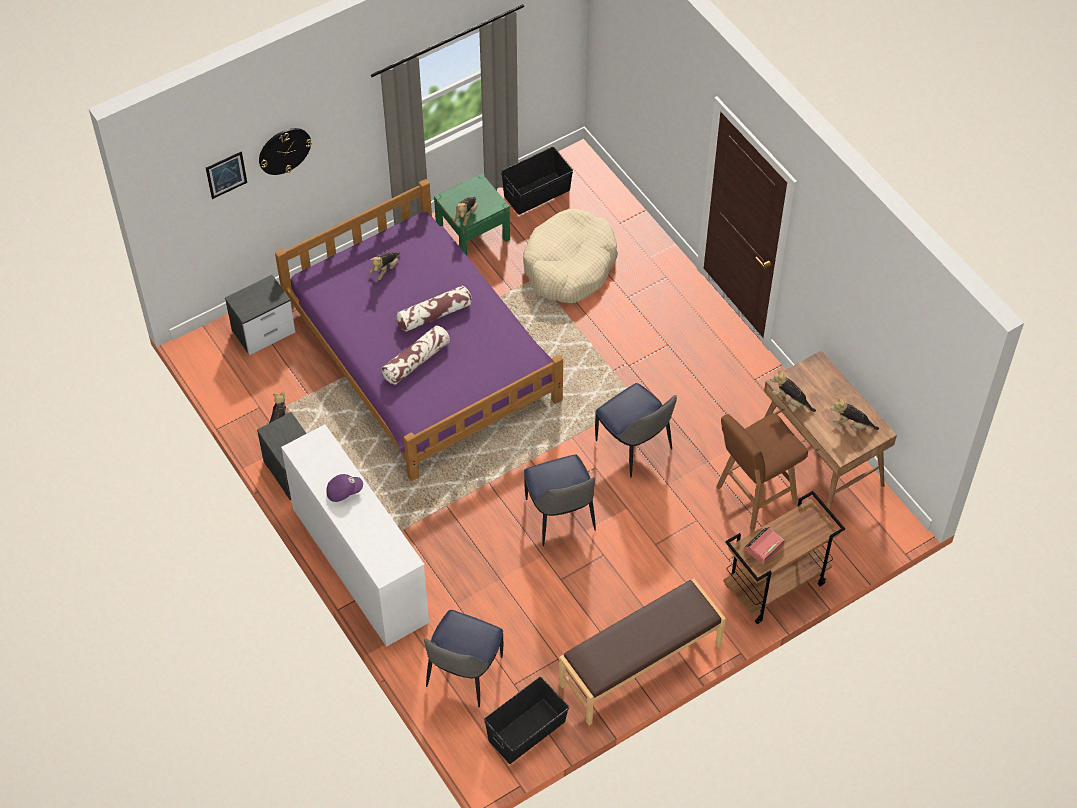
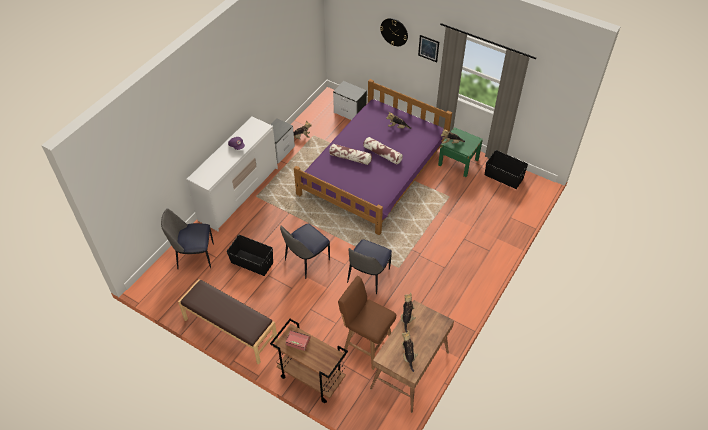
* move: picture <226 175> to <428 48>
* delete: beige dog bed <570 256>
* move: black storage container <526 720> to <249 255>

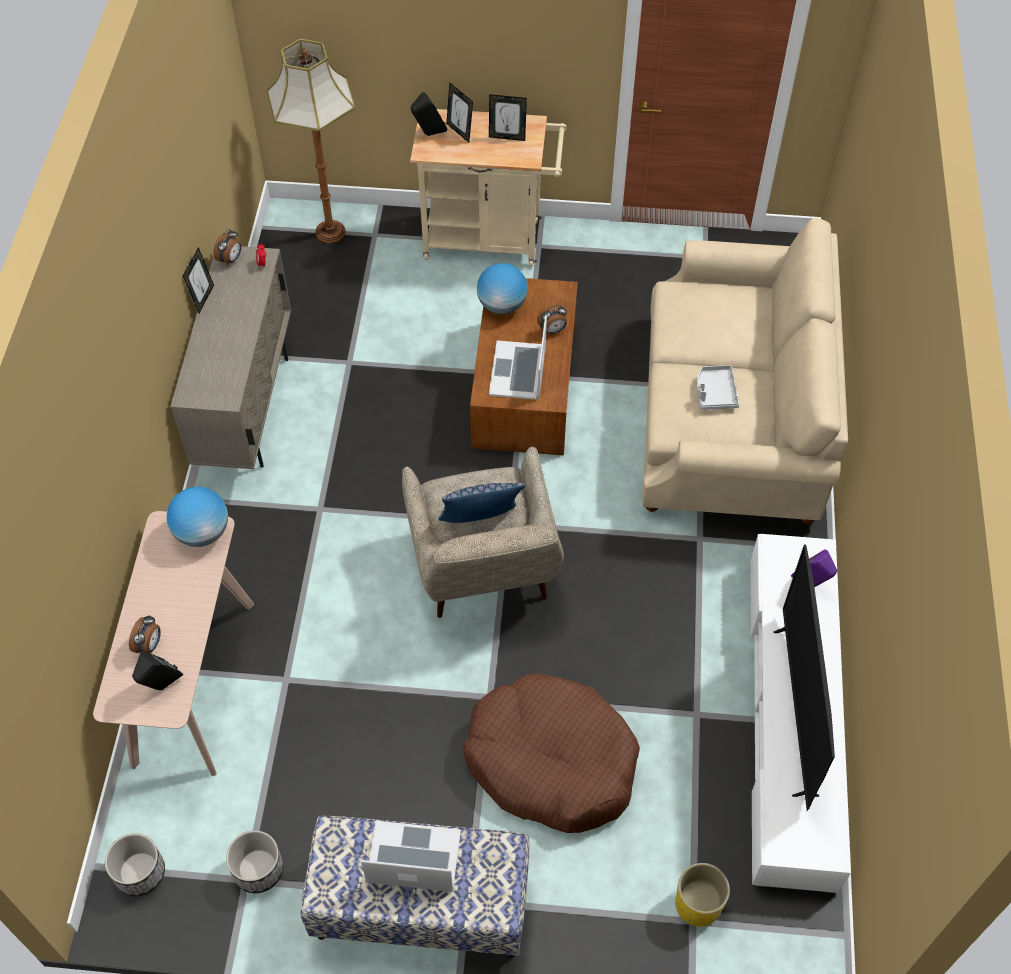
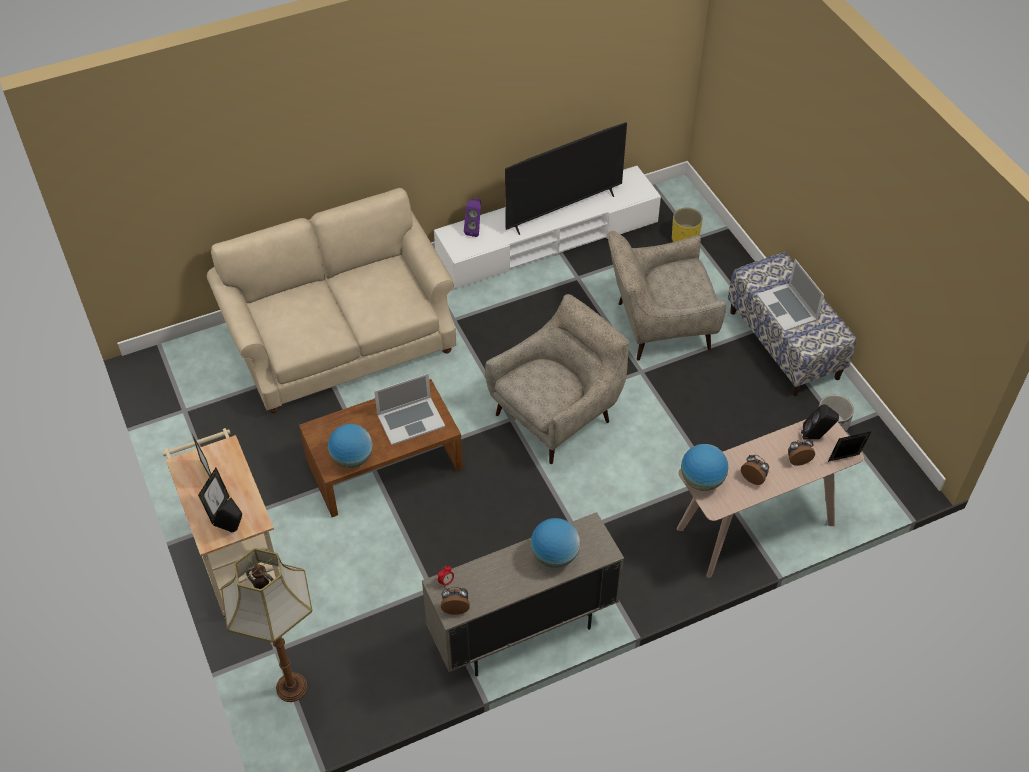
* move: picture frame <198 280> to <849 447>
* move: bedside clock <552 319> to <755 470>
* delete: grey serving tray <718 387>
* delete: throw pillow <481 503>
* replace: brown dog bed <551 753> to beige lounge chair <667 296>
* delete: planter <135 864>
* insert: world globe <555 543>

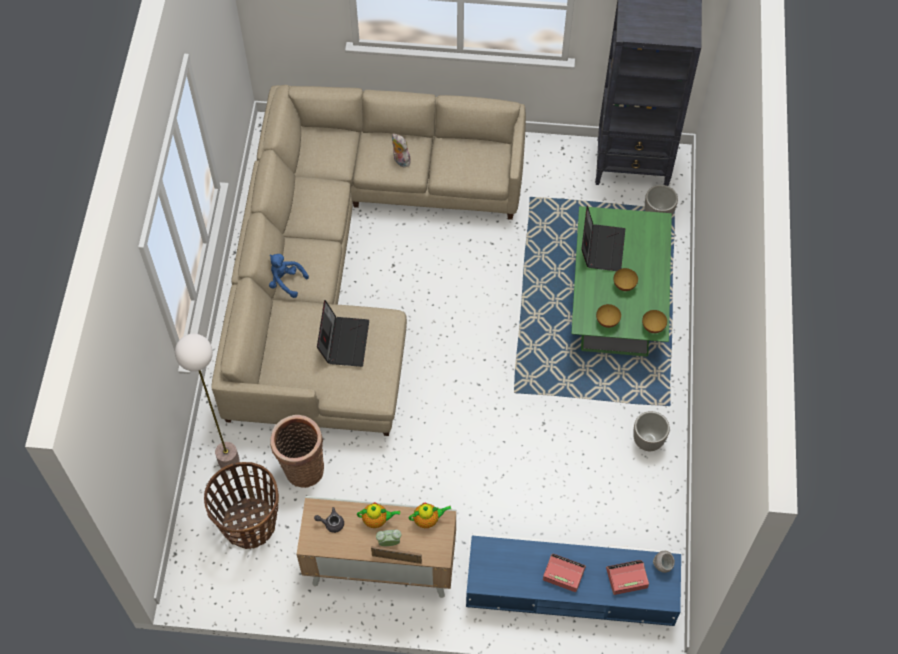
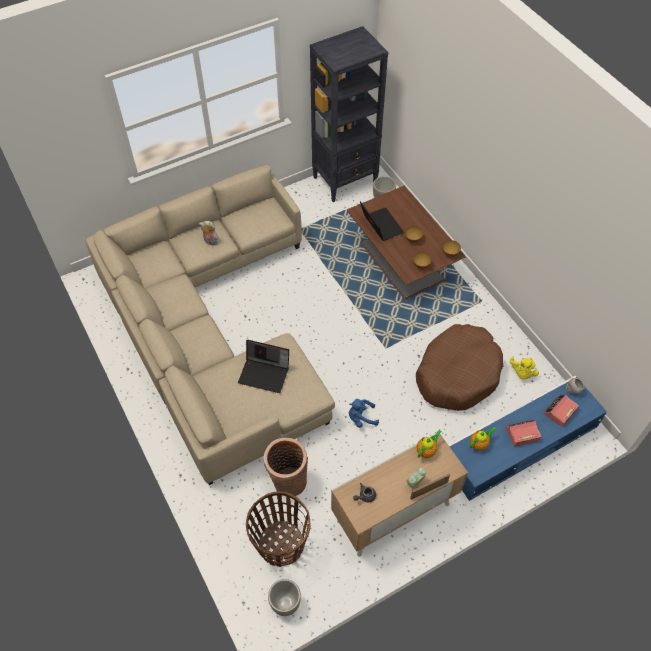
* recolor: green low table <621 281> to brown low table <406 243>
* move: bluish soft toy <289 276> to <364 413>
* rotate: laptop <343 333> = <263 366> 135 degrees clockwise
* delete: standing lamp <207 402>
* move: planter <651 431> to <284 597>
* move: teapot <378 515> to <483 439>
* insert: brown dog bed <459 367>
* insert: yellow-coloured soft toy <524 367>

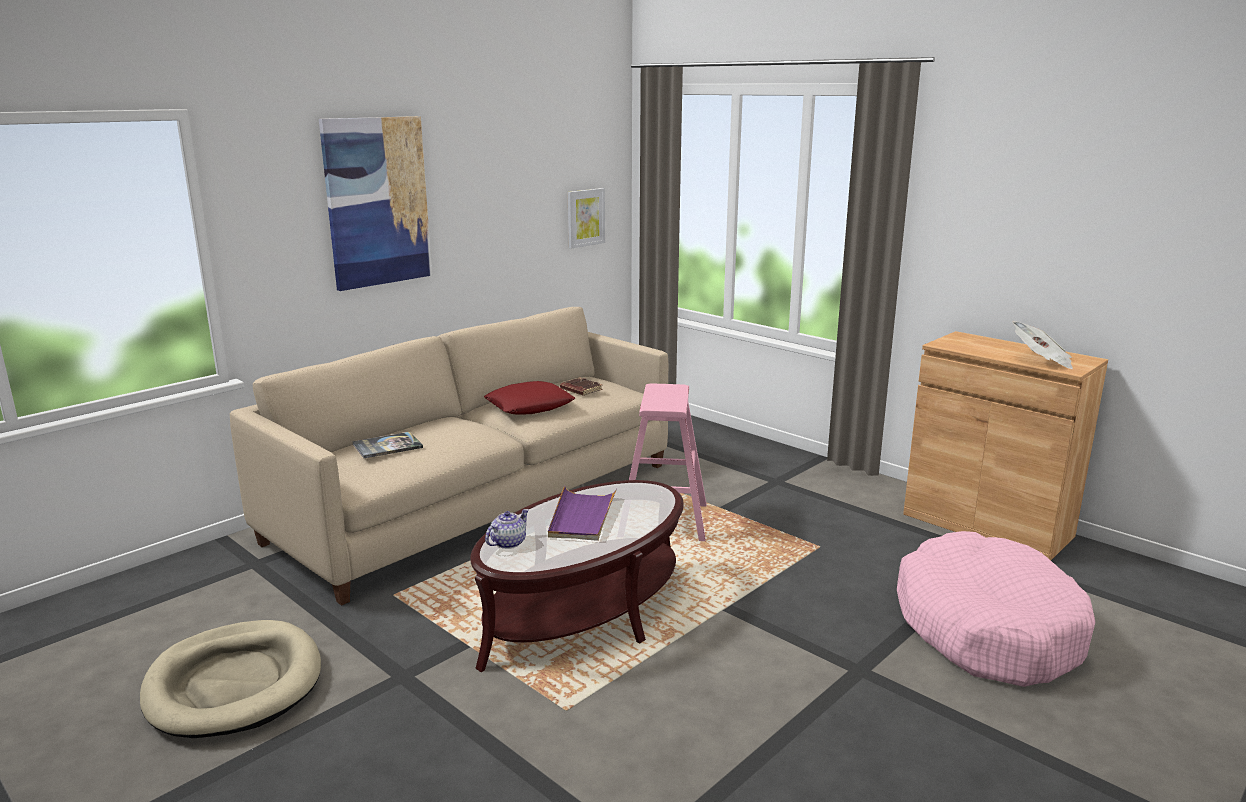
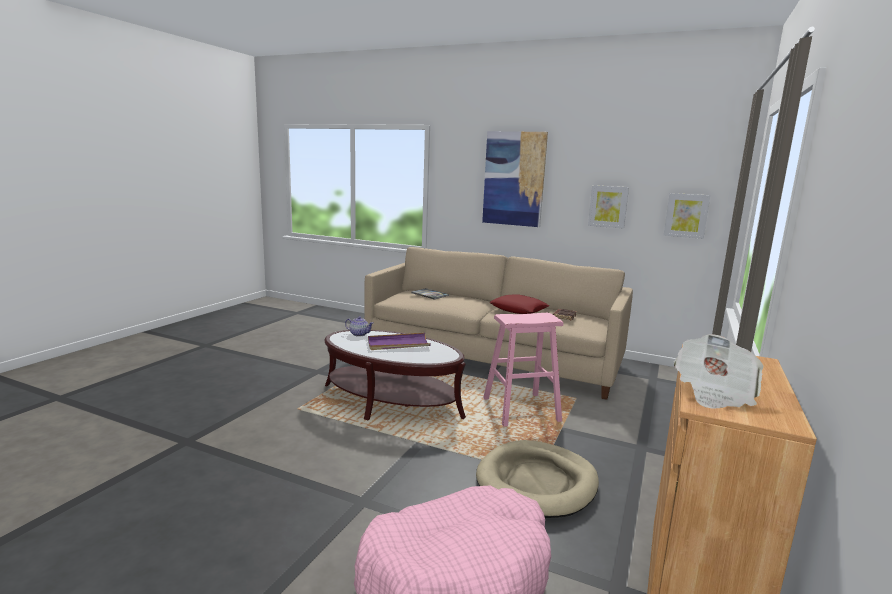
* move: beige dog bed <230 679> to <537 479>
* insert: picture <608 207>

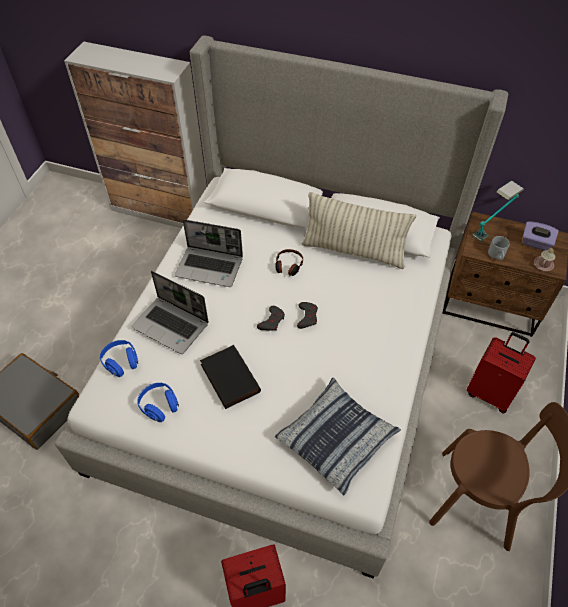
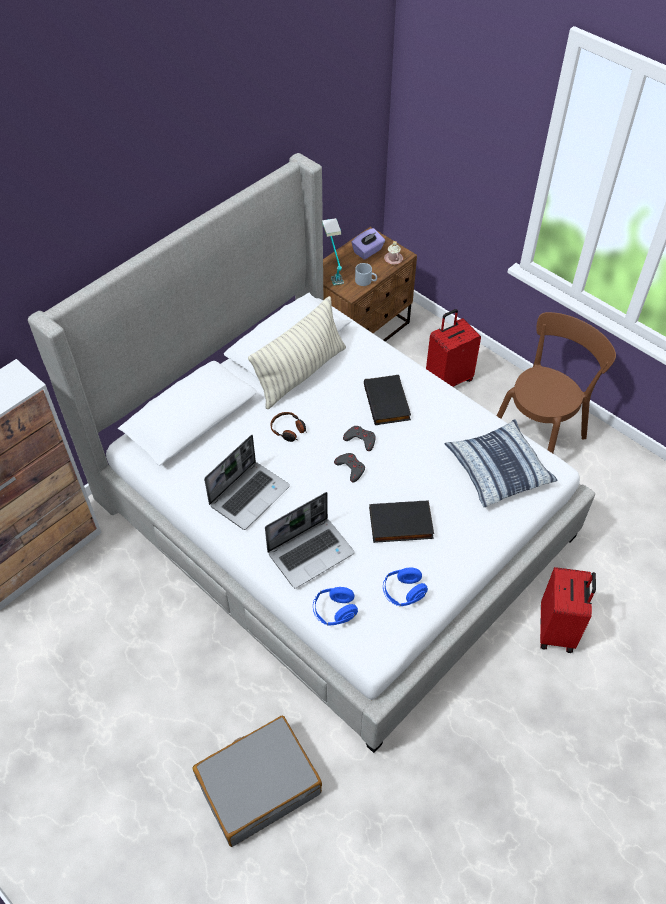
* insert: black volume <387 400>

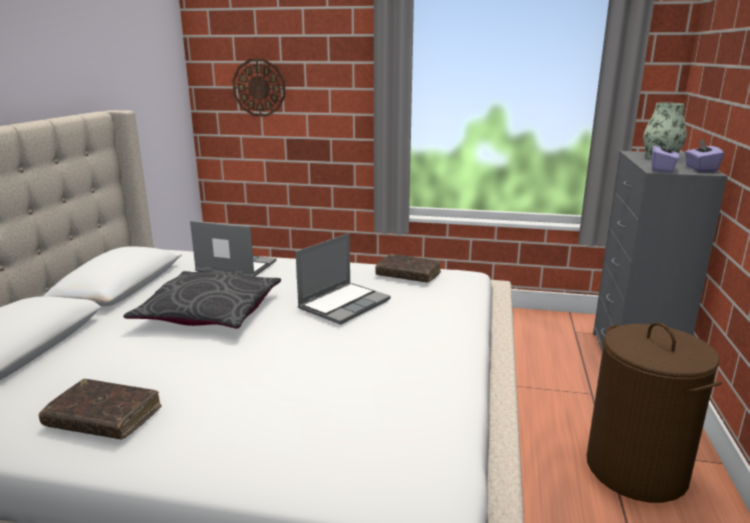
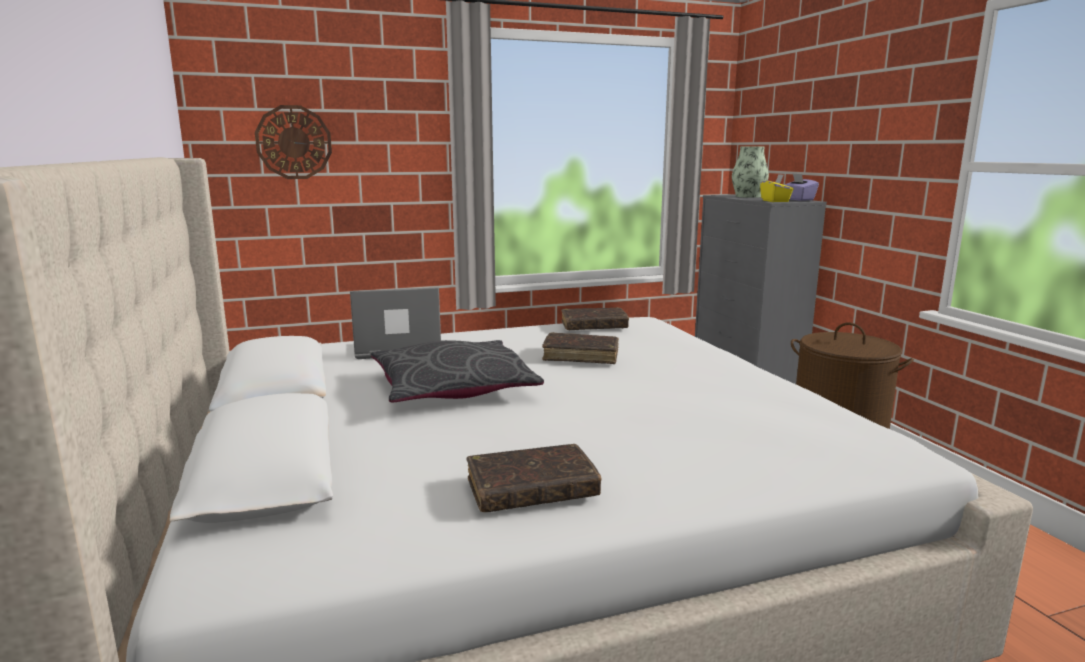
* recolor: purple-coloured box of tissues <665 157> to yellow-coloured box of tissues <777 188>
* replace: laptop <343 279> to brown volume <580 348>

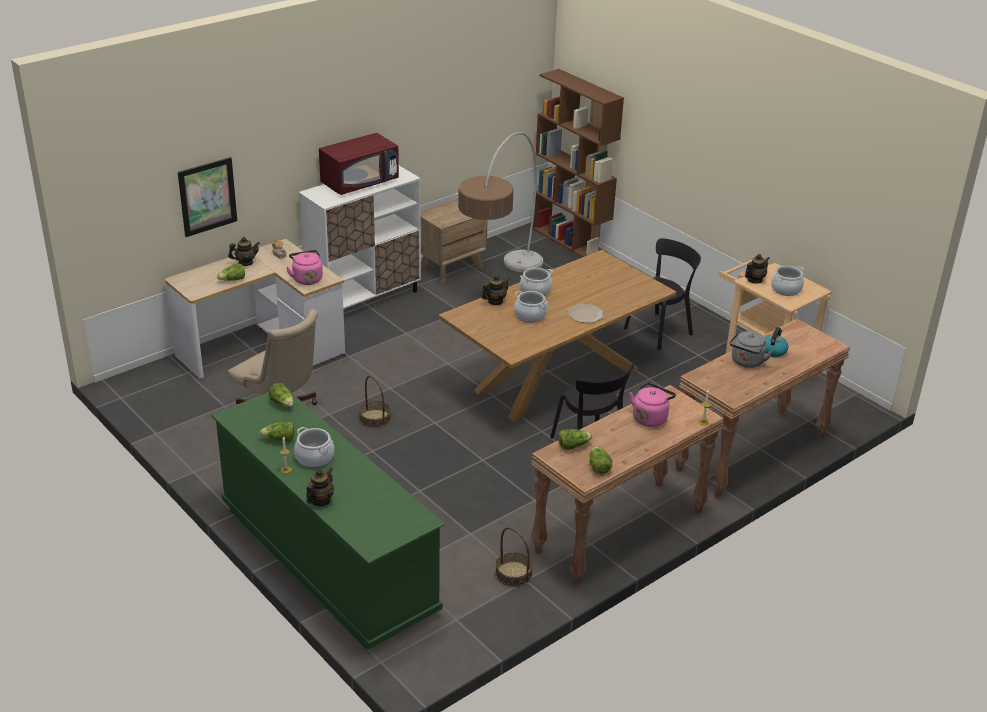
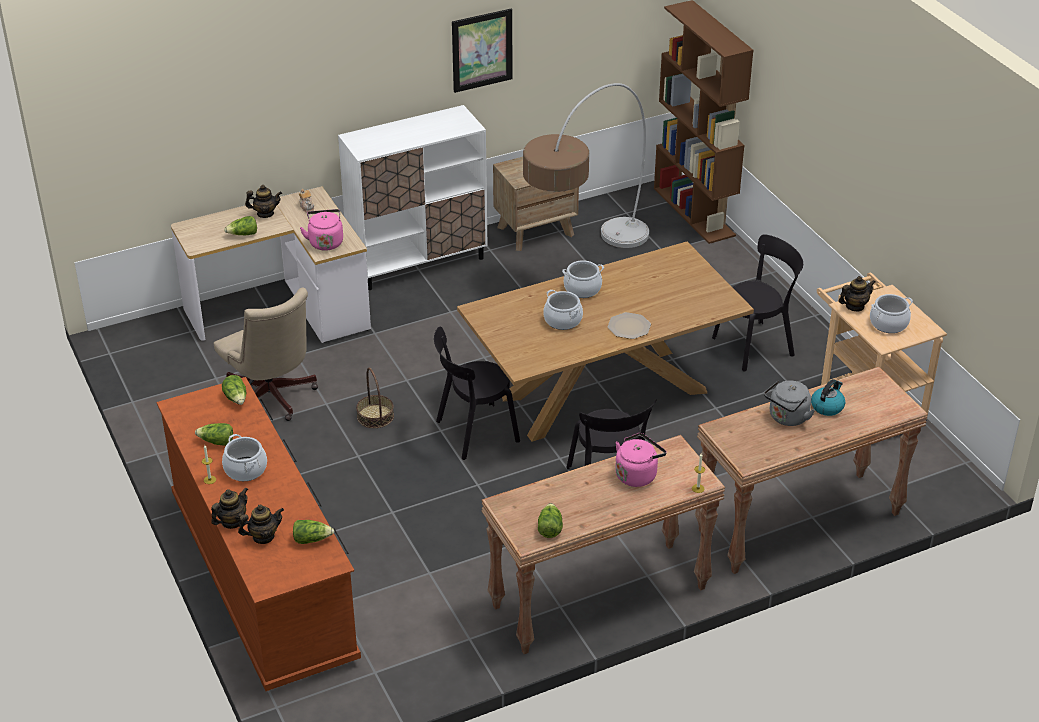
* delete: reddish kitchen microwave <359 164>
* move: picture <207 197> to <482 51>
* move: teapot <496 290> to <261 524>
* recolor: green dresser <328 520> to brown dresser <259 534>
* move: lettuce <575 439> to <313 532>
* delete: household basket <514 557>
* insert: black chair <477 393>

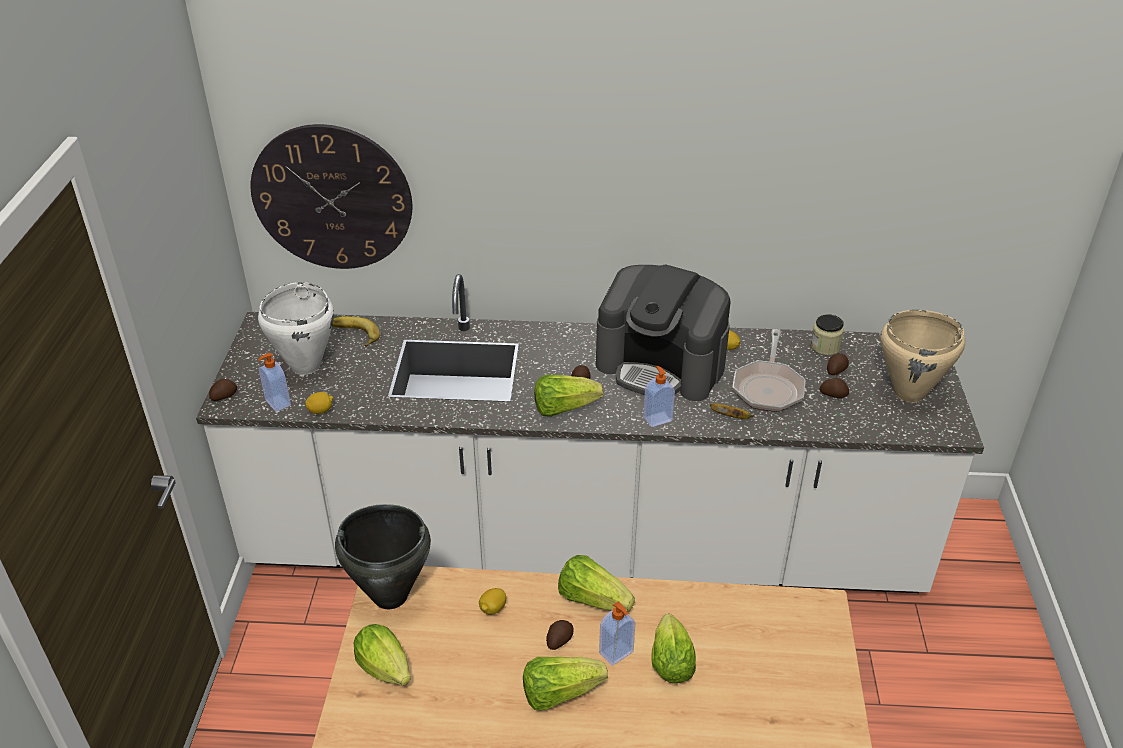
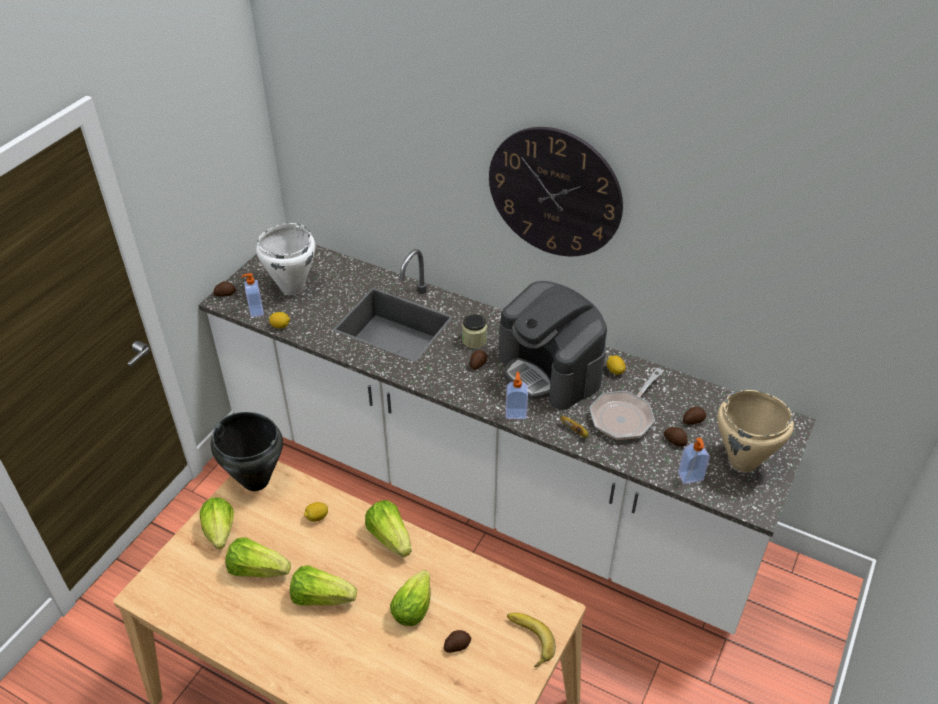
* move: hanging clock <331 196> to <556 191>
* move: jar <827 334> to <474 331>
* move: banana <356 331> to <531 640>
* move: lettuce <568 396> to <258 557>
* move: soap bottle <617 633> to <694 461>
* move: potato <560 635> to <457 641>

